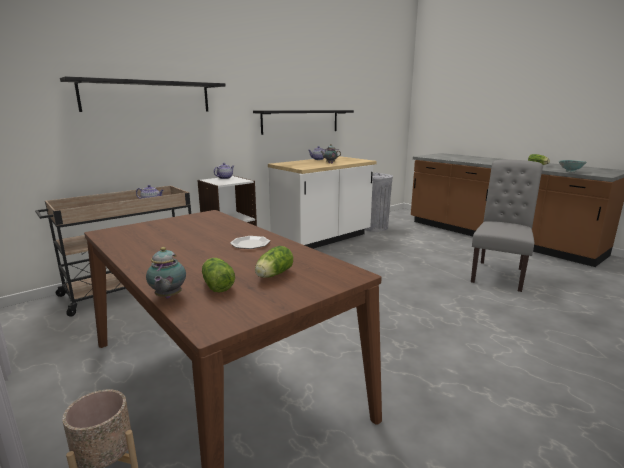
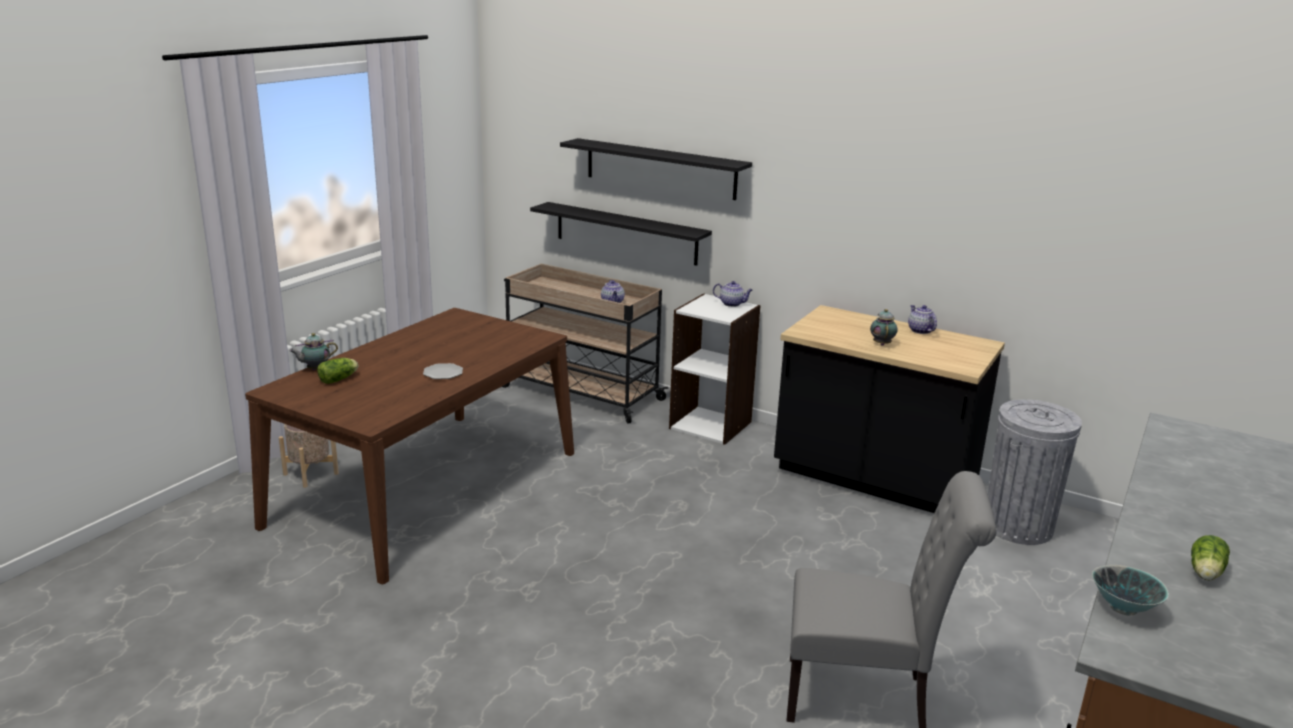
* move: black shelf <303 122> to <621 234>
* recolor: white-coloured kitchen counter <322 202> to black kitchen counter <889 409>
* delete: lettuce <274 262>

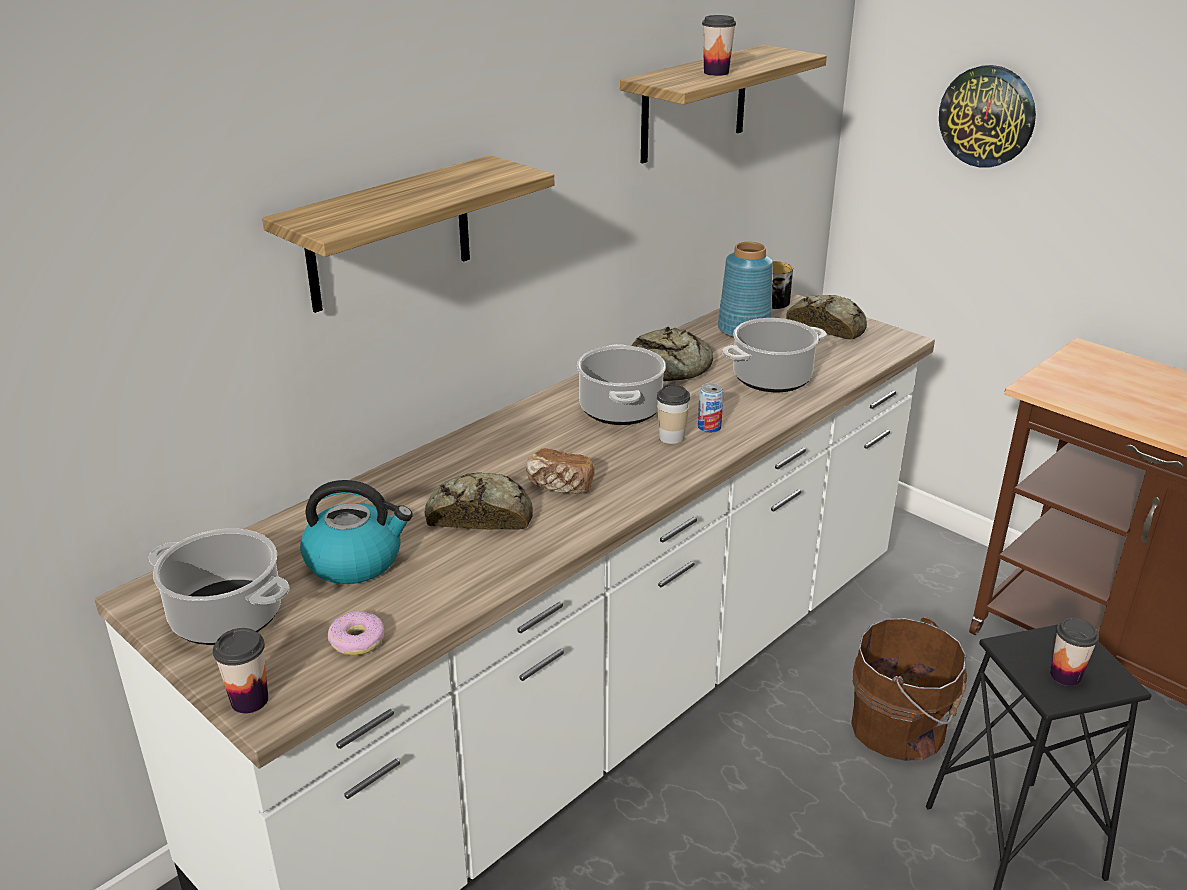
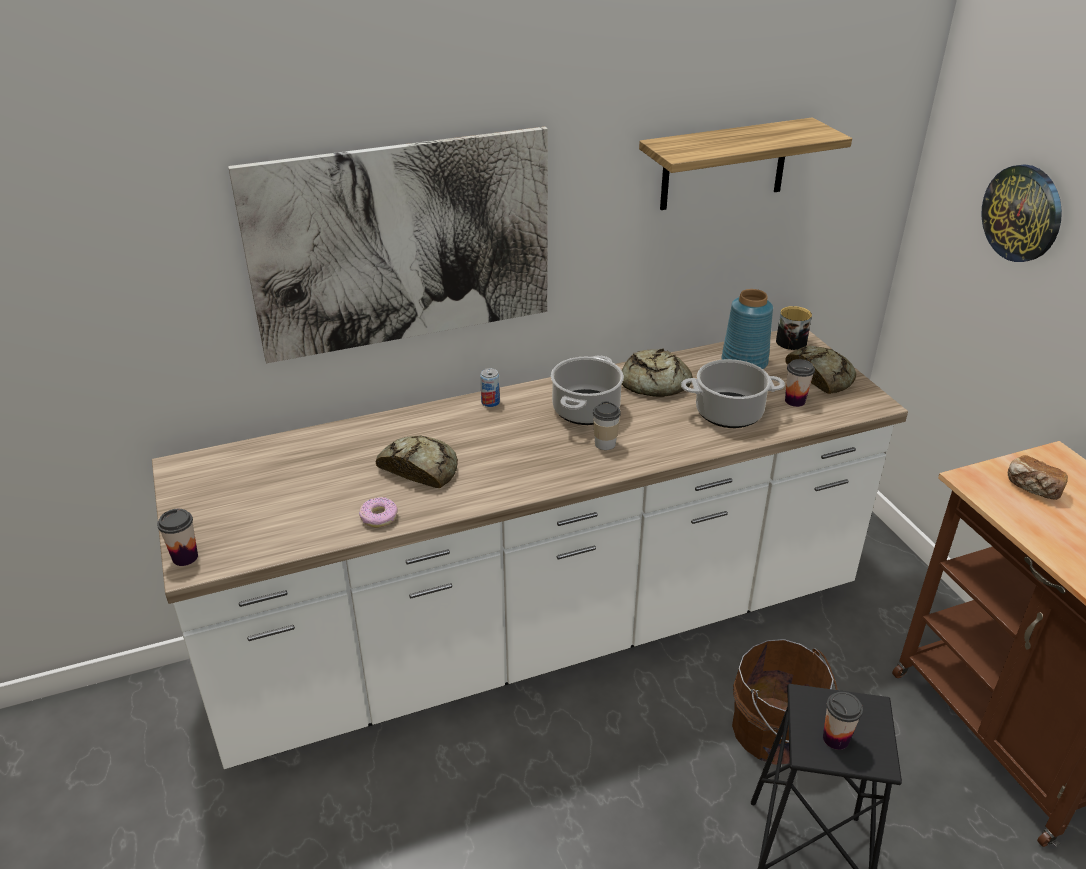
* move: drinking cup <719 45> to <800 383>
* replace: shelf <408 234> to picture <388 245>
* move: can <711 408> to <490 387>
* move: baked bread <560 471> to <1038 477>
* delete: kettle <356 532>
* delete: cooking pot <219 587>
* move: donut <356 633> to <378 512>

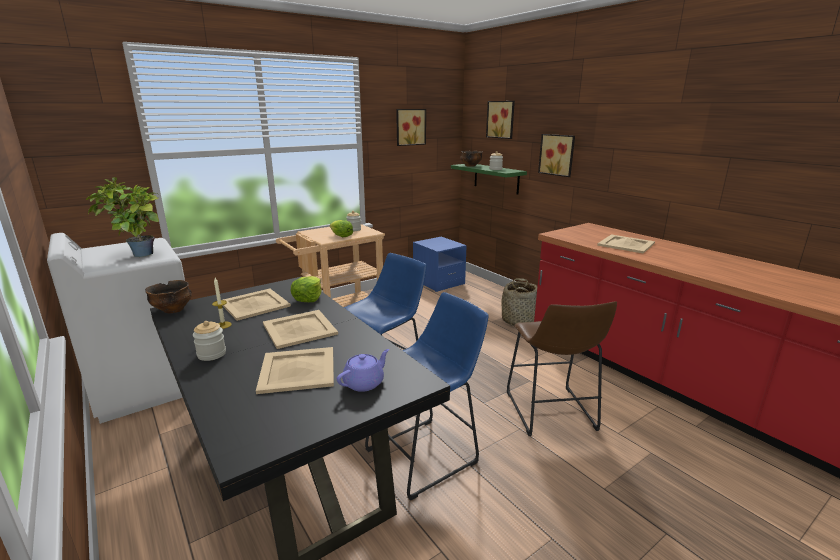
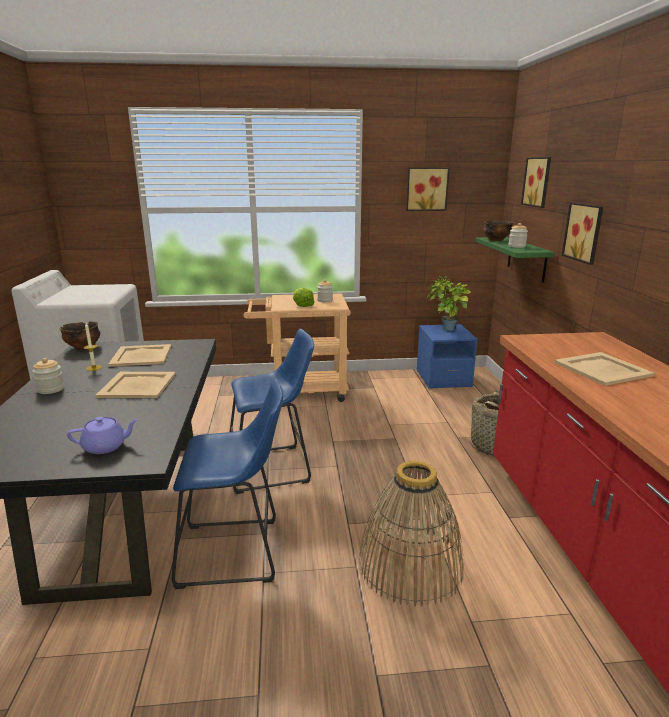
* move: houseplant <123 217> to <449 303>
* delete: lettuce <306 289>
* replace: brown stool seat <562 368> to household basket <411 534>
* delete: beige serving tray <295 370>

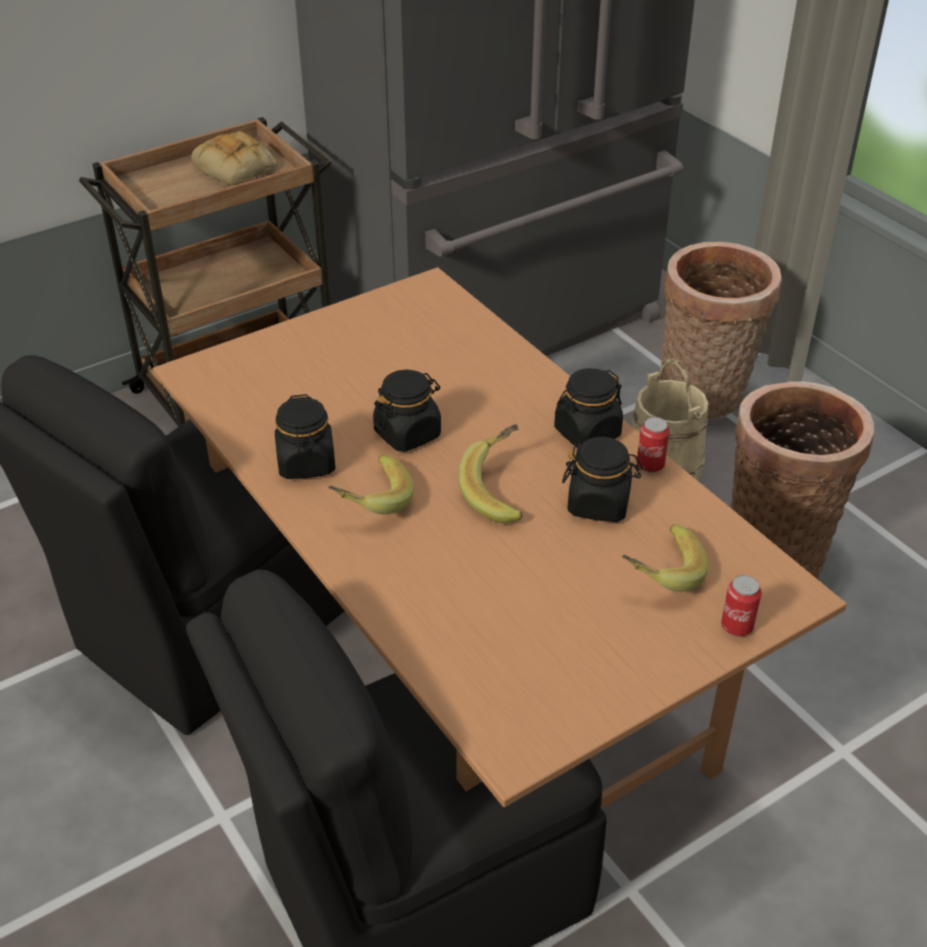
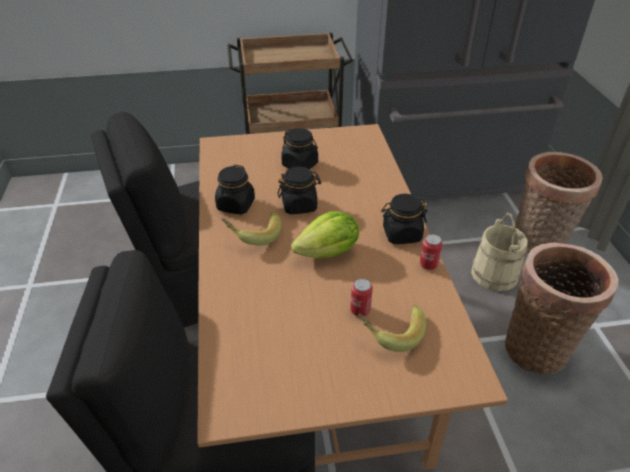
* delete: baked bread <234 158>
* replace: banana <490 473> to lettuce <325 234>
* move: black jar <602 479> to <299 148>
* move: can <741 605> to <361 297>

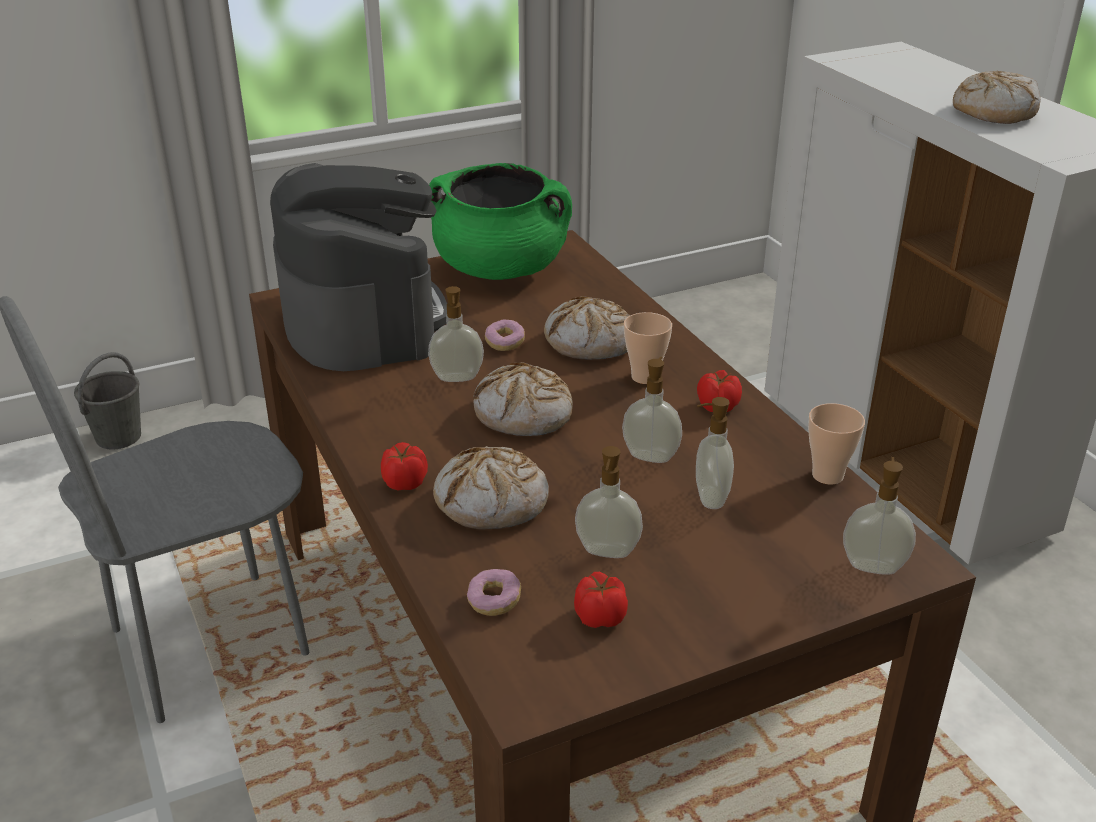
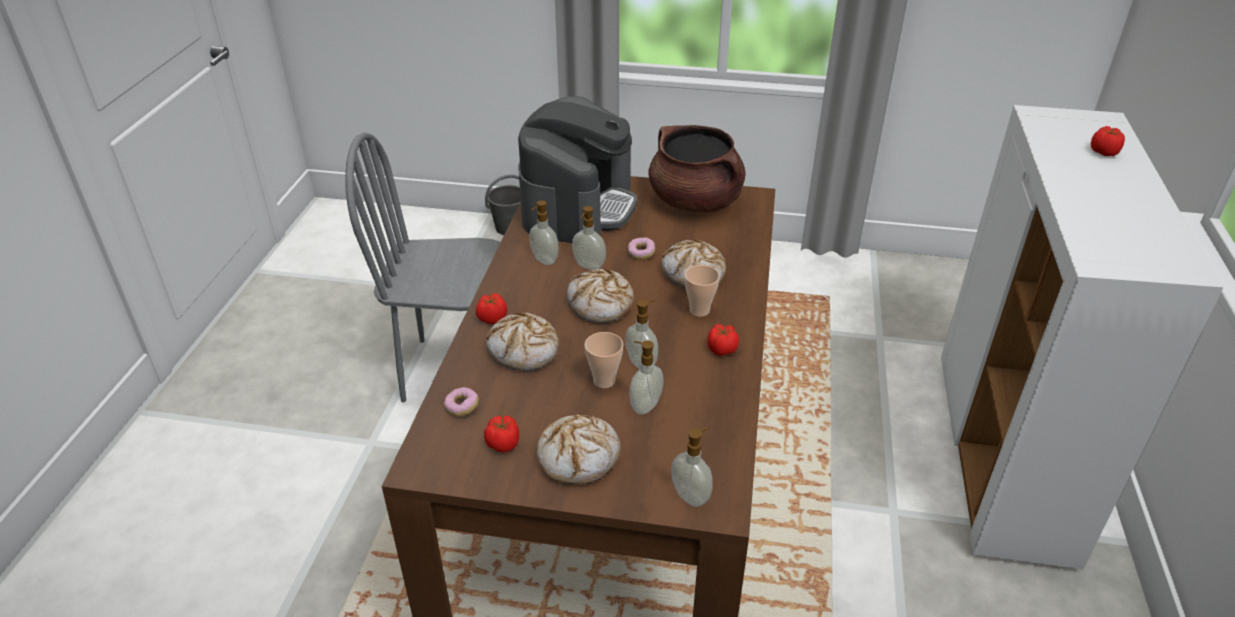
* move: baked bread <997 97> to <578 449>
* recolor: green cooking pot <500 221> to brown cooking pot <697 169>
* move: drinking cup <836 444> to <604 360>
* move: soap bottle <609 502> to <543 232>
* insert: tomato <1108 141>

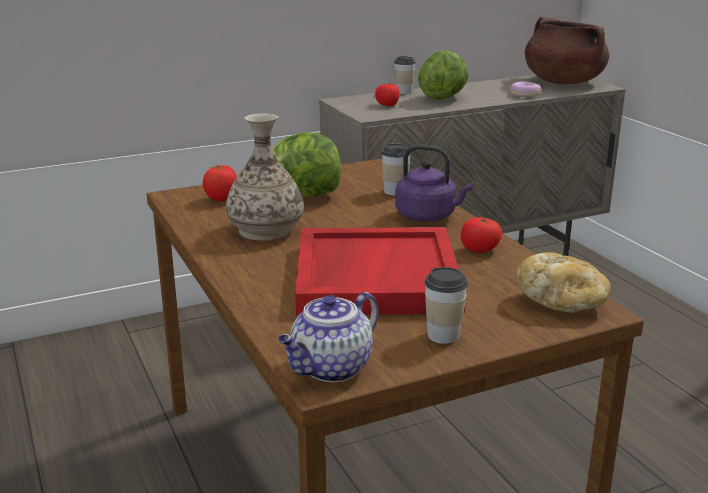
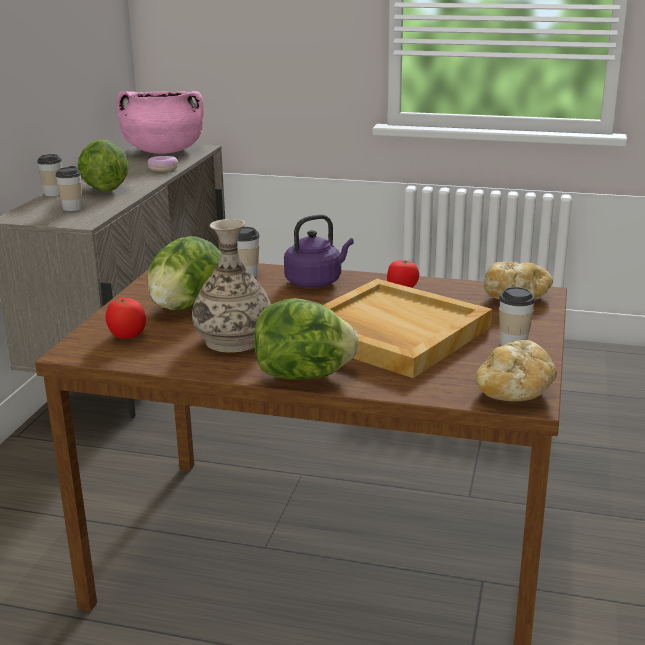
* recolor: brown cooking pot <567 50> to pink cooking pot <160 122>
* replace: tomato <387 94> to drinking cup <69 188>
* recolor: reddish serving tray <380 271> to beige serving tray <408 328>
* replace: teapot <328 337> to baked bread <516 370>
* insert: lettuce <306 338>

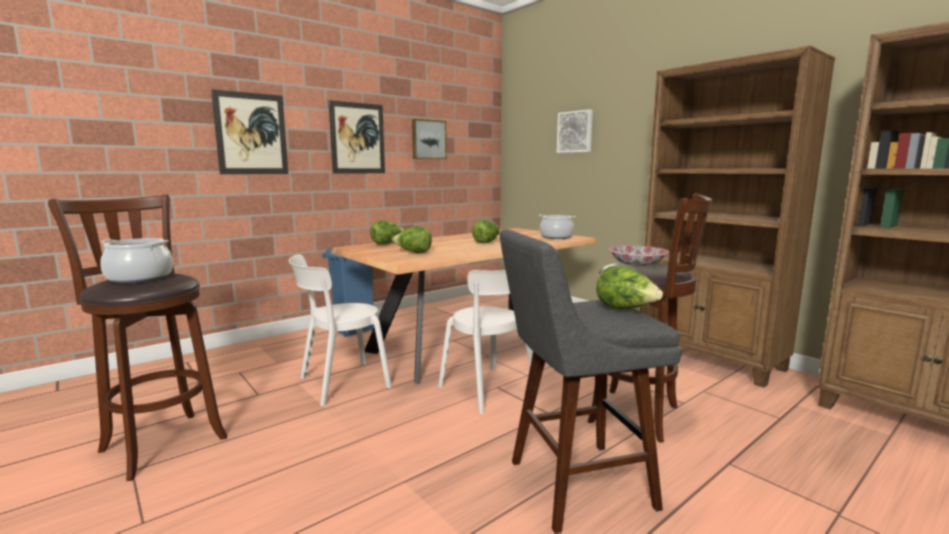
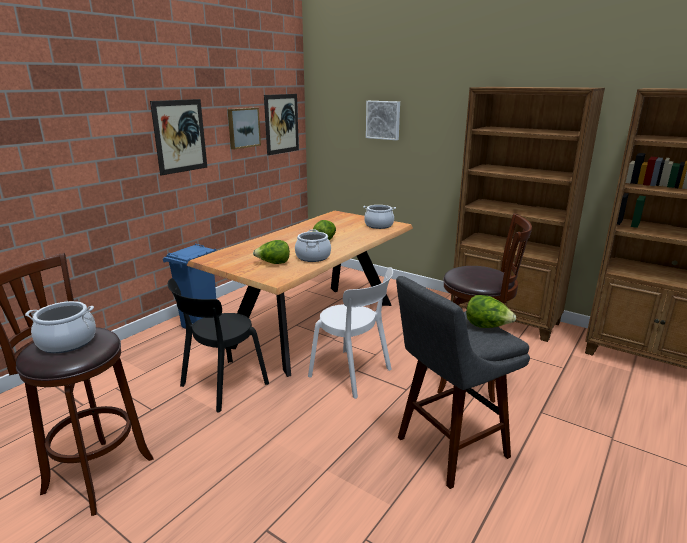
* move: picture <249 131> to <281 124>
* delete: lettuce <387 232>
* delete: serving bowl <638 255>
* recolor: white-coloured chair <340 330> to black chair <218 345>
* insert: cooking pot <313 245>

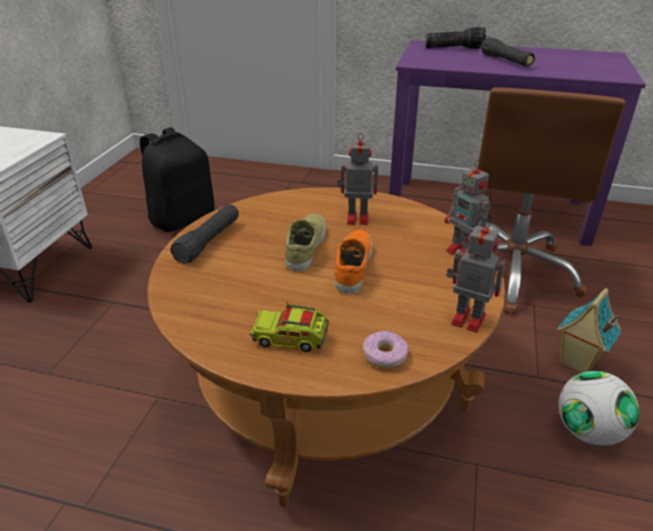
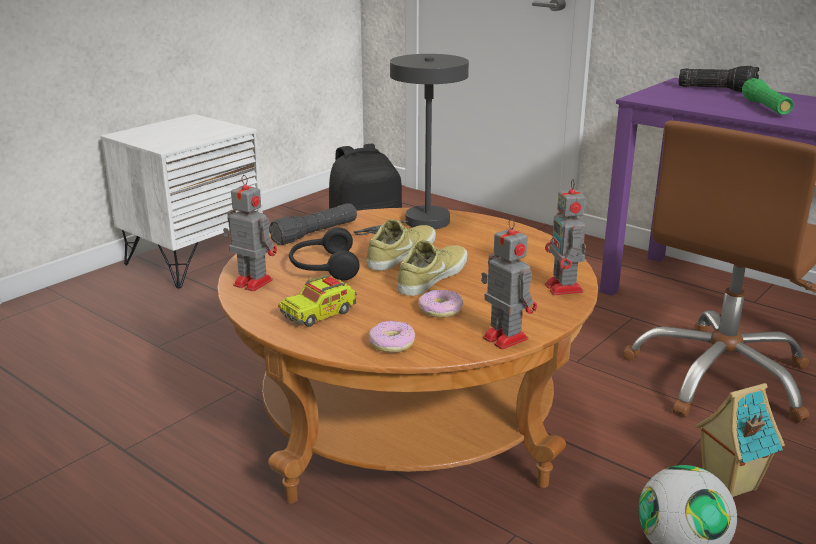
* recolor: black hand torch <508 52> to green hand torch <768 96>
* move: toy robot <357 179> to <250 233>
* recolor: orange shoe <353 262> to beige shoe <432 268>
* rotate: toy lorry <289 328> = <317 301> 75 degrees counterclockwise
* insert: grey lamp for a table <411 144>
* insert: black headset <324 253>
* insert: donut <441 304>

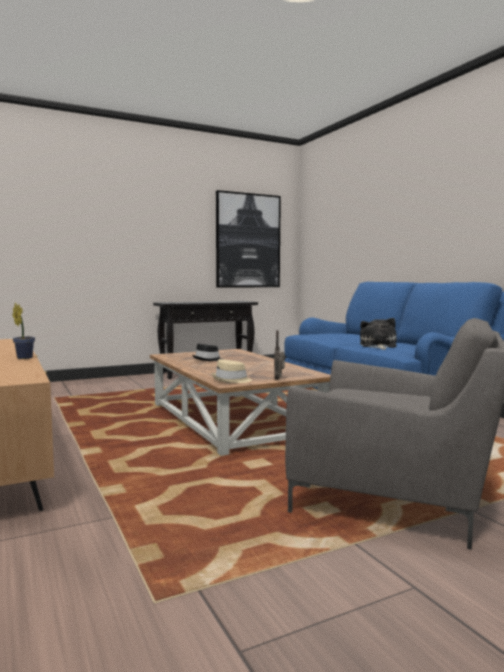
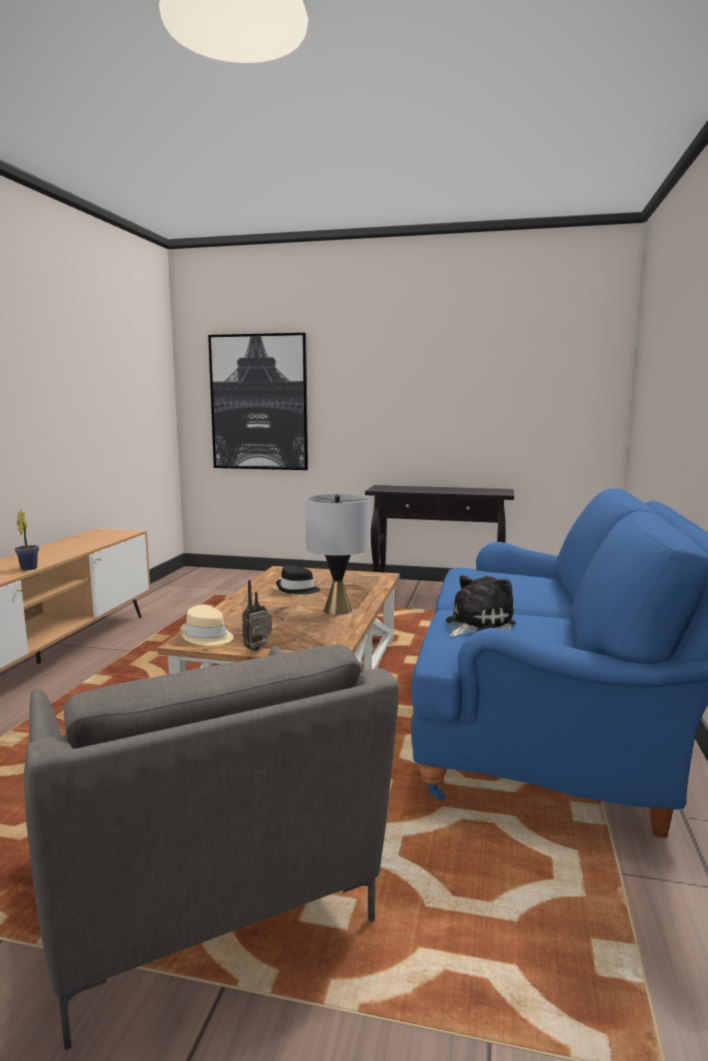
* move: picture <248 238> to <258 401>
* insert: grey lamp for a table <337 554>

